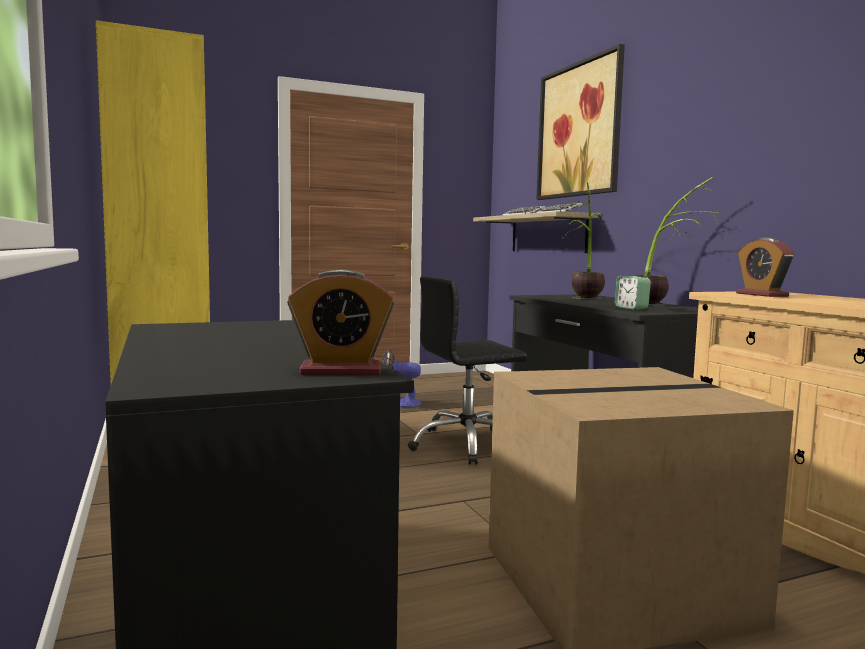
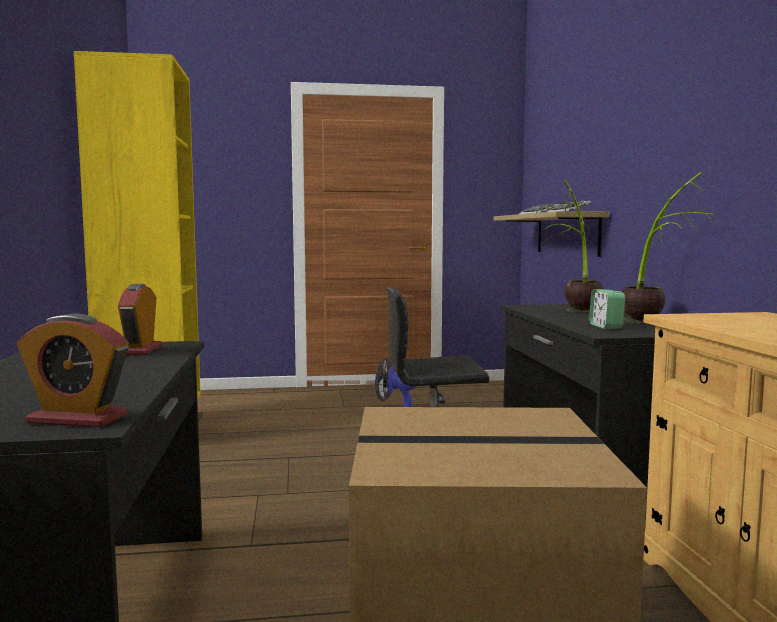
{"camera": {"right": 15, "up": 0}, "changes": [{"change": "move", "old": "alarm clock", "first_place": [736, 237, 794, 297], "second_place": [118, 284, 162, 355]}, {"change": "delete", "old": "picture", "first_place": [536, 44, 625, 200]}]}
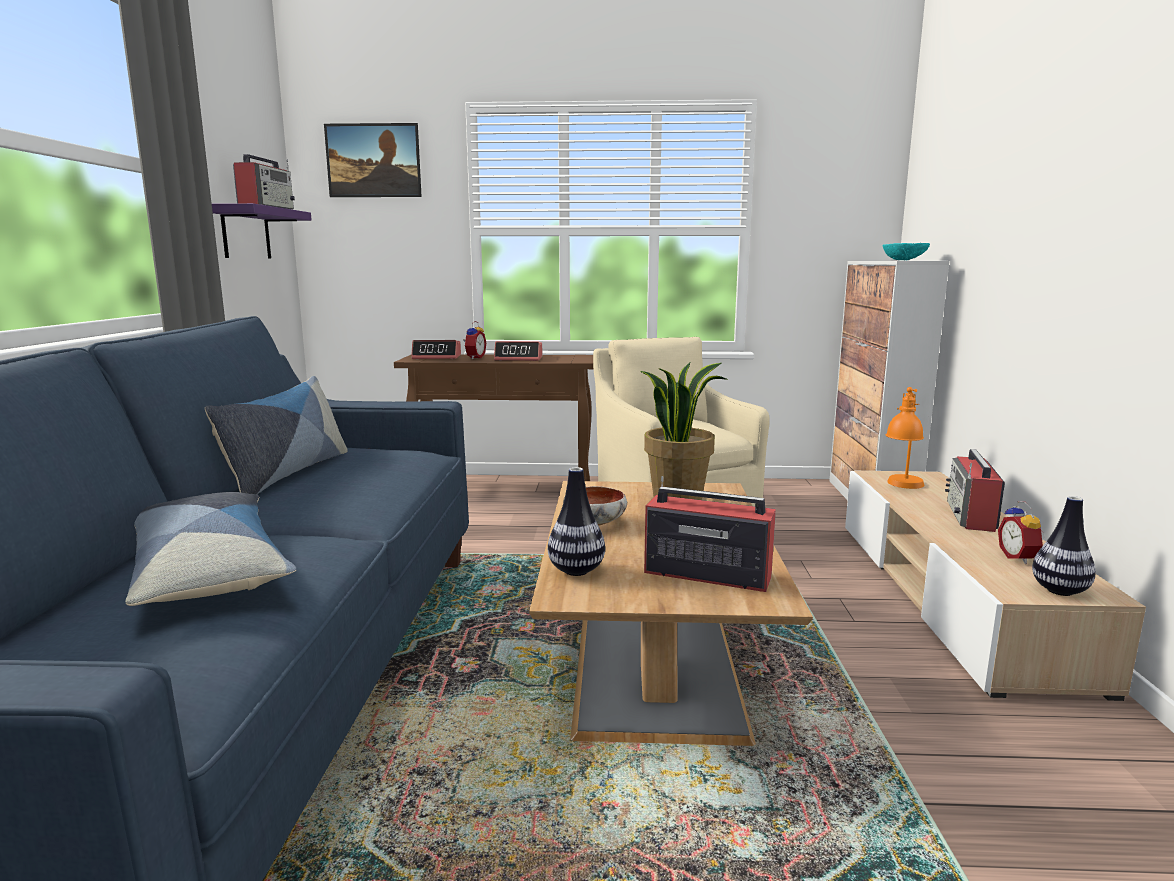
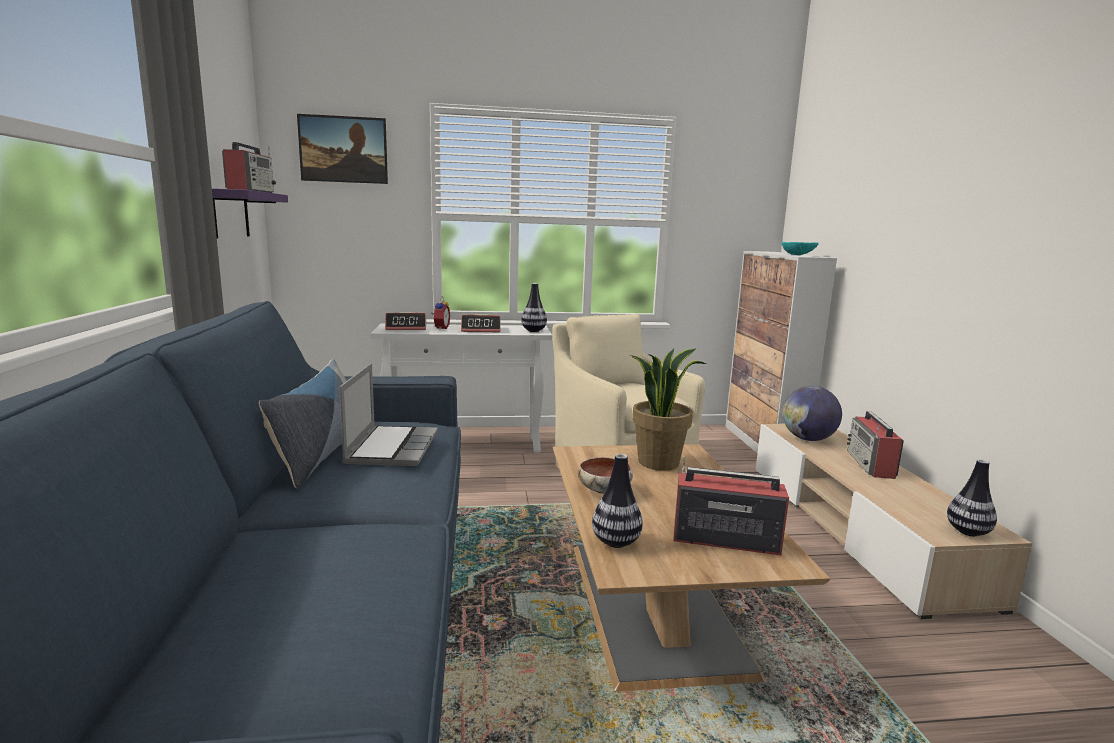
{"camera": {"right": -10, "up": 0}, "changes": [{"change": "insert", "new": "laptop", "second_place": [339, 363, 438, 466]}, {"change": "recolor", "old": "console table (brown)", "new": "console table (white)", "first_place": [394, 354, 593, 481], "second_place": [371, 324, 552, 453]}, {"change": "insert", "new": "vase", "second_place": [521, 283, 547, 332]}, {"change": "replace", "old": "table lamp (orange)", "new": "globe", "first_place": [886, 387, 924, 489], "second_place": [782, 386, 842, 441]}, {"change": "delete", "old": "pillow", "first_place": [125, 492, 296, 606]}, {"change": "delete", "old": "alarm clock", "first_place": [998, 501, 1045, 564]}]}
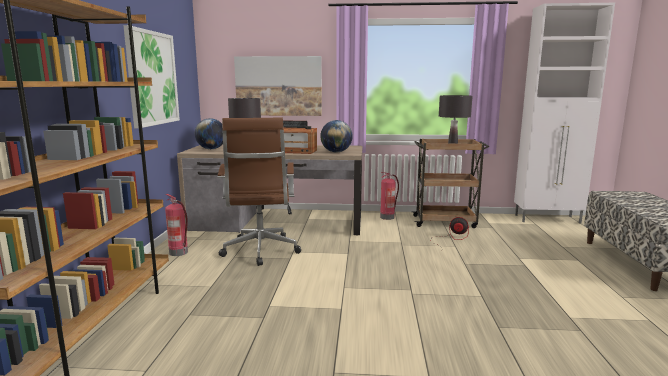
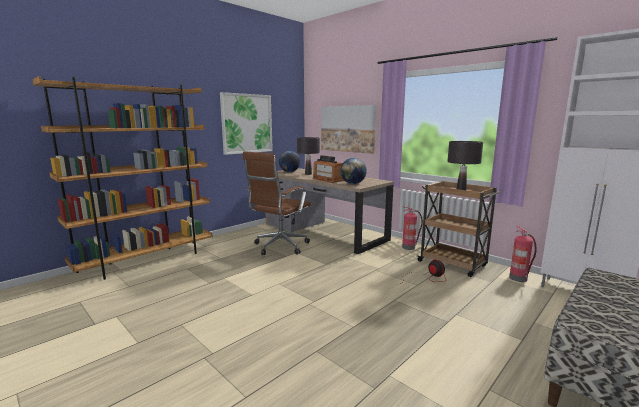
{"camera": {"right": 40, "up": 0}, "changes": [{"change": "move", "old": "fire extinguisher", "first_place": [165, 194, 188, 256], "second_place": [509, 226, 537, 282]}]}
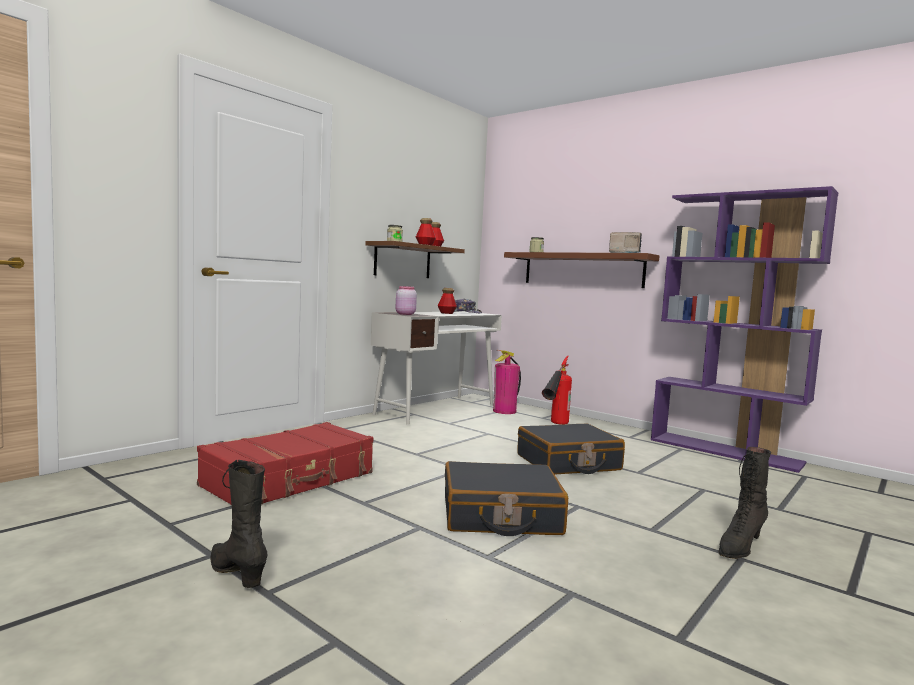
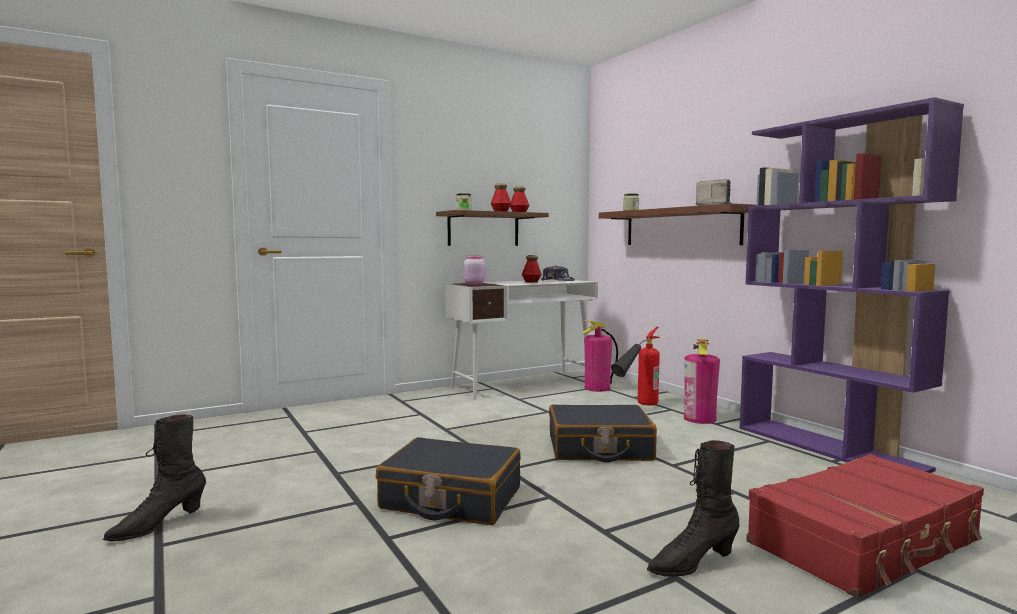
{"camera": {"right": 20, "up": 0}, "changes": [{"change": "rotate", "old": "boot (black)", "first_place": [210, 460, 267, 588], "second_place": [103, 415, 206, 541], "degrees": -120}, {"change": "insert", "new": "fire extinguisher", "second_place": [684, 339, 720, 424]}, {"change": "move", "old": "suitcase (red)", "first_place": [197, 422, 373, 504], "second_place": [746, 454, 984, 598]}]}
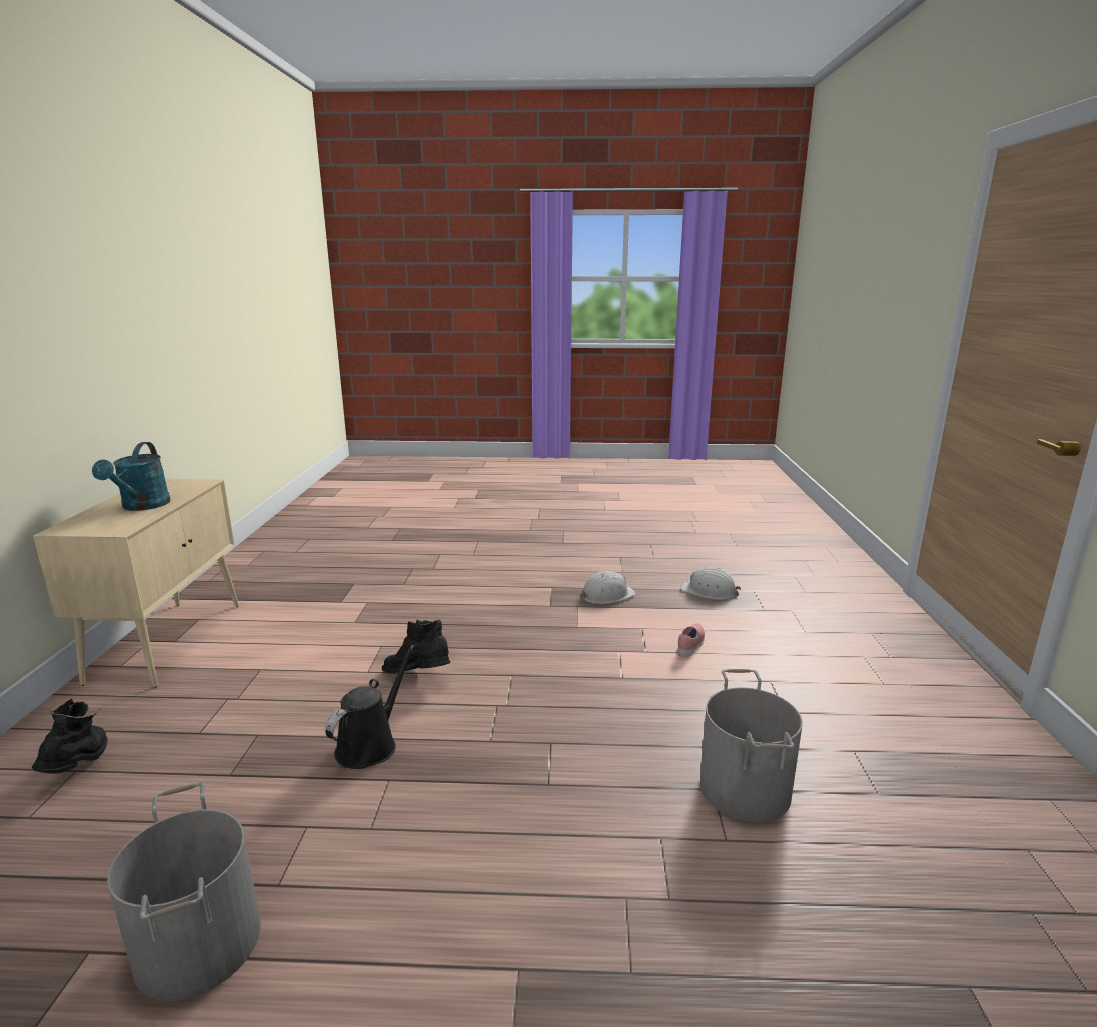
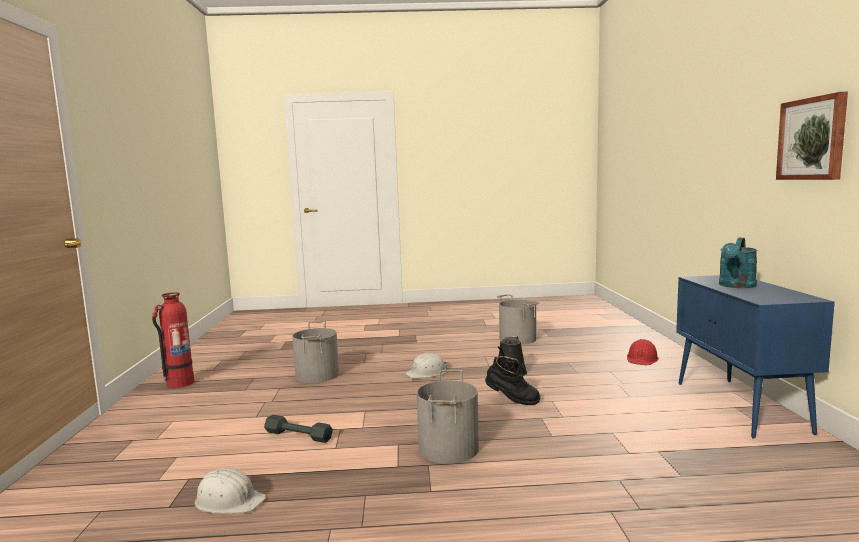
{"camera": {"right": 175, "up": -10}, "changes": [{"change": "insert", "new": "fire extinguisher", "second_place": [152, 292, 194, 388]}, {"change": "replace", "old": "shoe (pink)", "new": "dumbbell (grey)", "first_place": [677, 623, 705, 657], "second_place": [264, 415, 333, 443]}, {"change": "move", "old": "hard hat (white)", "first_place": [581, 571, 636, 604], "second_place": [404, 352, 447, 378]}, {"change": "insert", "new": "bucket (grey)", "second_place": [416, 370, 479, 464]}, {"change": "replace", "old": "boot (black)", "new": "hard hat (red)", "first_place": [32, 699, 108, 774], "second_place": [627, 339, 659, 365]}, {"change": "recolor", "old": "cabinet (beige)", "new": "cabinet (blue)", "first_place": [33, 479, 239, 688], "second_place": [676, 275, 835, 439]}, {"change": "rotate", "old": "watering can (turquoise)", "first_place": [92, 442, 171, 511], "second_place": [719, 238, 758, 288], "degrees": -135}, {"change": "insert", "new": "picture", "second_place": [776, 92, 848, 180]}]}
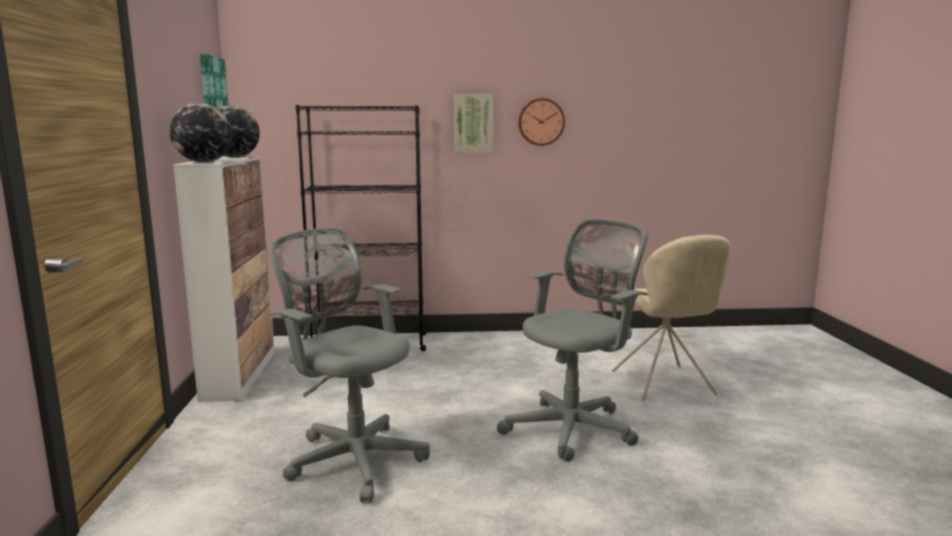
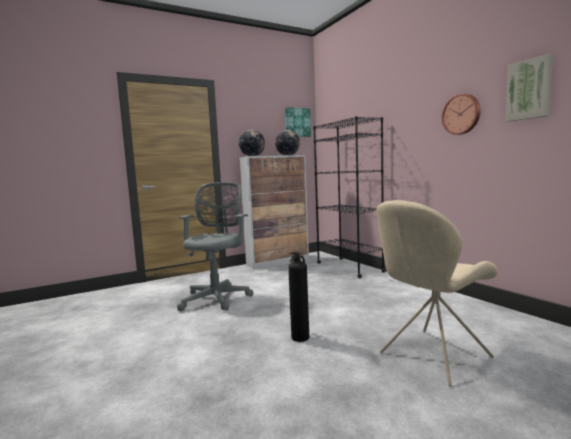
{"camera": {"right": 65, "up": -5}, "changes": [{"change": "replace", "old": "office chair (grey)", "new": "fire extinguisher", "first_place": [497, 218, 649, 462], "second_place": [288, 252, 309, 342]}, {"change": "move", "old": "picture", "first_place": [454, 94, 493, 153], "second_place": [506, 54, 553, 122]}]}
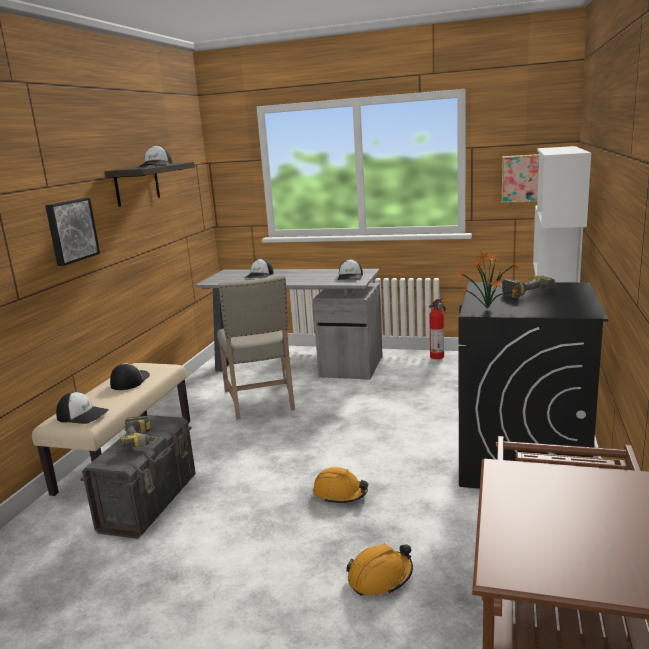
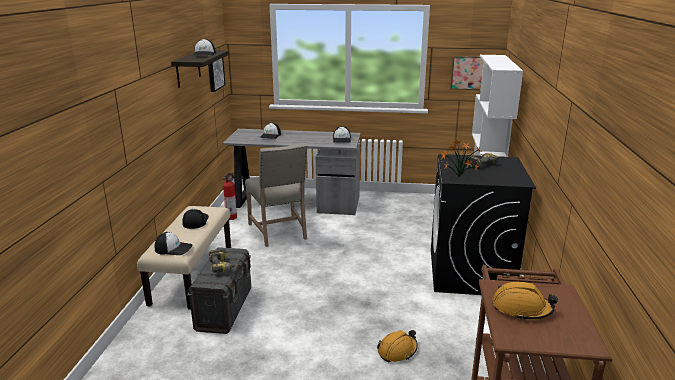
{"camera": {"right": -10, "up": 5}, "changes": [{"change": "move", "old": "picture", "first_place": [45, 198, 100, 266], "second_place": [208, 58, 225, 92]}, {"change": "move", "old": "fire extinguisher", "first_place": [429, 298, 446, 359], "second_place": [222, 172, 237, 220]}, {"change": "move", "old": "hard hat (orange)", "first_place": [313, 467, 368, 504], "second_place": [492, 282, 558, 320]}]}
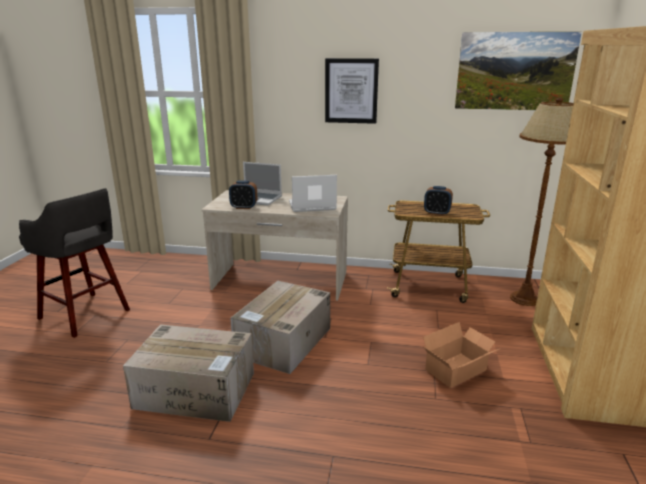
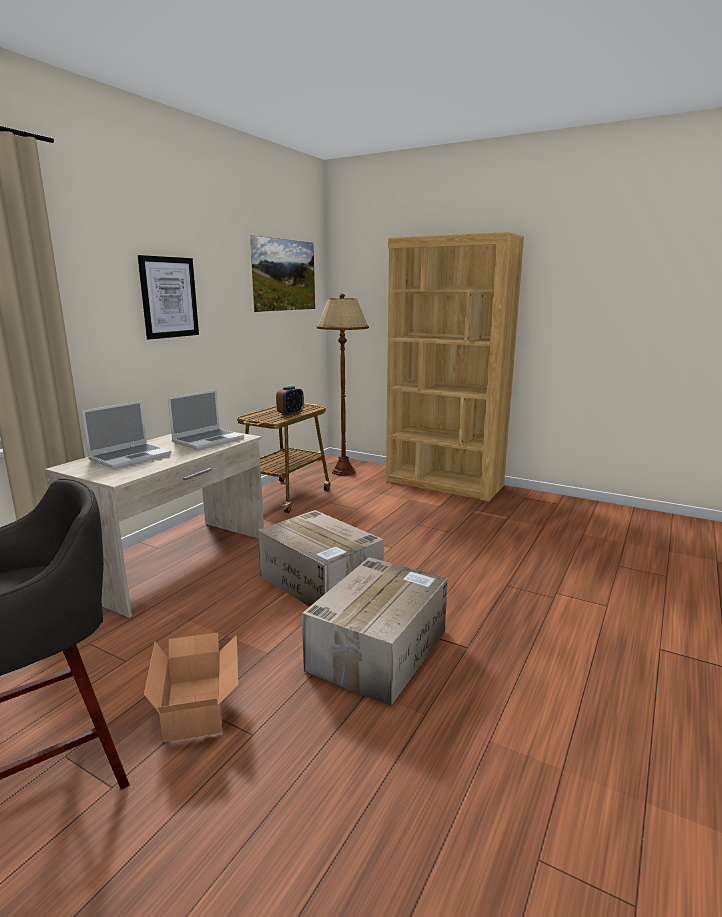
{"camera": {"right": -70, "up": -5}, "changes": [{"change": "move", "old": "cardboard box", "first_place": [423, 322, 499, 388], "second_place": [144, 633, 238, 742]}, {"change": "rotate", "old": "laptop", "first_place": [289, 175, 337, 212], "second_place": [168, 390, 244, 450], "degrees": -150}, {"change": "delete", "old": "alarm clock", "first_place": [229, 180, 257, 209]}]}
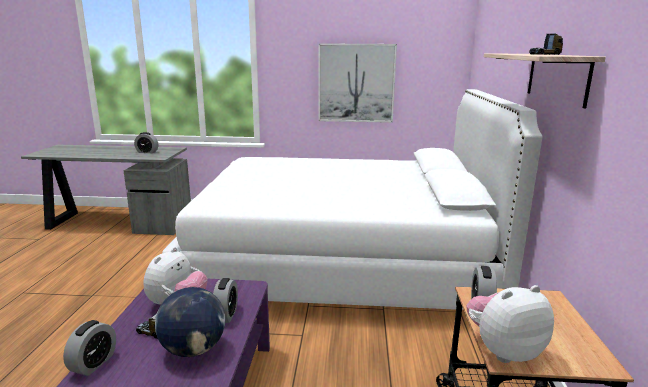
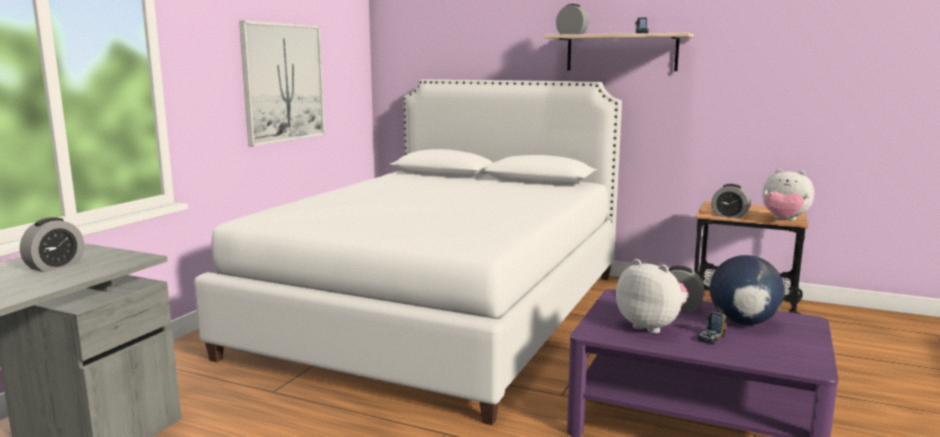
{"camera": {"right": -70, "up": -5}, "changes": [{"change": "move", "old": "alarm clock", "first_place": [63, 320, 116, 376], "second_place": [556, 4, 589, 34]}, {"change": "rotate", "old": "plush toy", "first_place": [466, 285, 554, 363], "second_place": [762, 169, 814, 221], "degrees": -60}]}
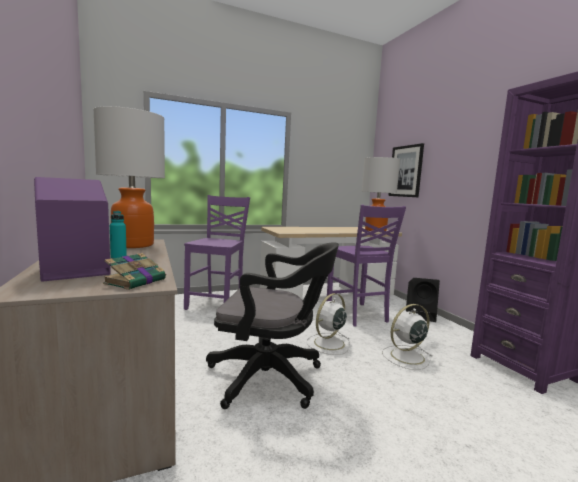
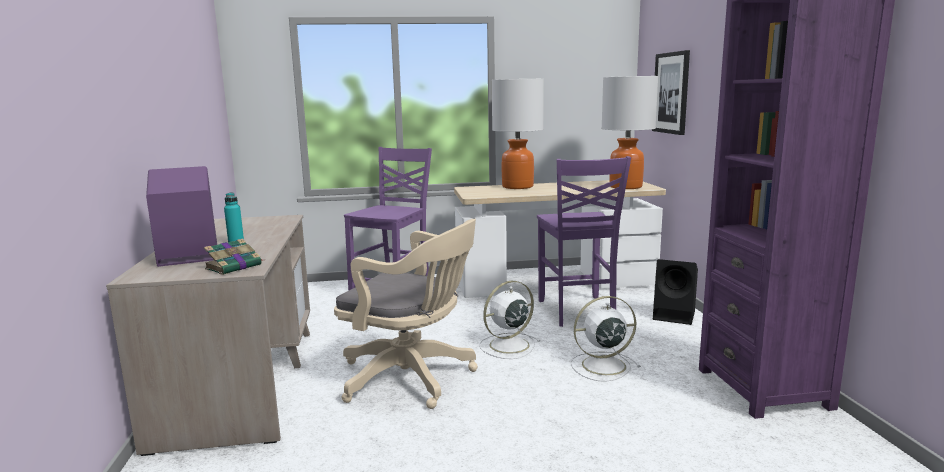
{"camera": {"right": 15, "up": 5}, "changes": [{"change": "recolor", "old": "office chair (black)", "new": "office chair (beige)", "first_place": [206, 243, 339, 409], "second_place": [334, 219, 478, 409]}, {"change": "move", "old": "table lamp", "first_place": [93, 106, 165, 248], "second_place": [492, 79, 544, 189]}]}
